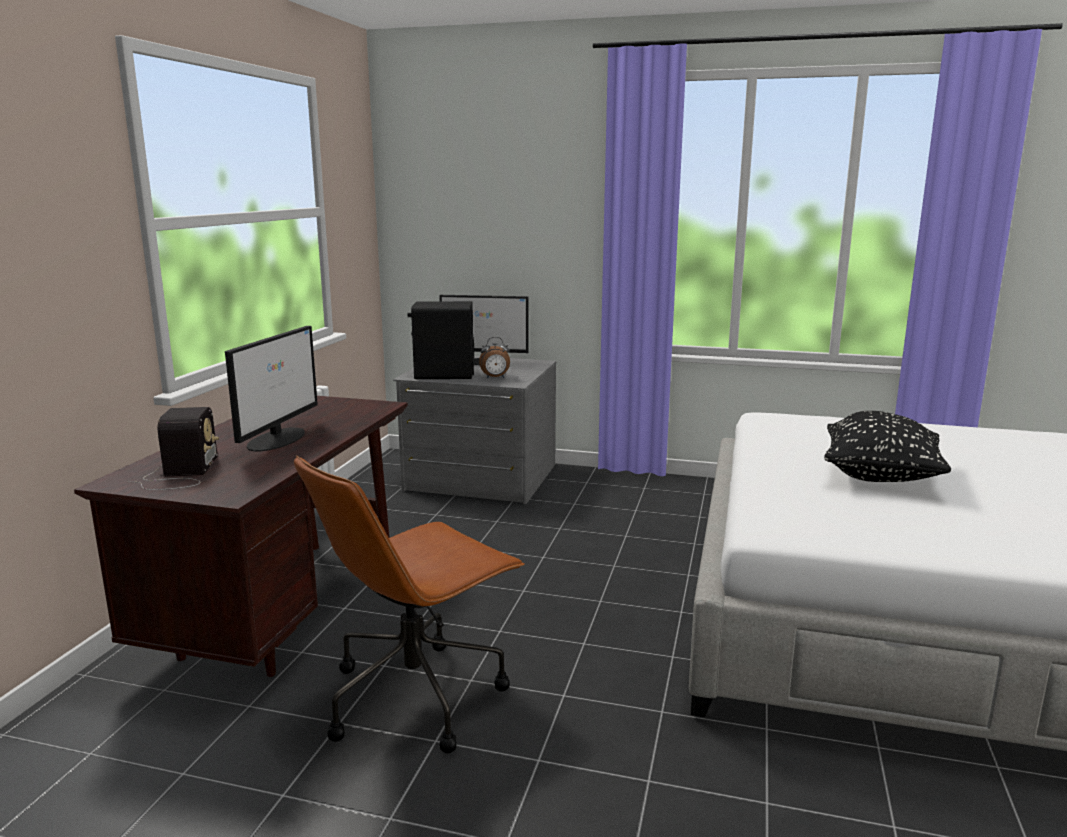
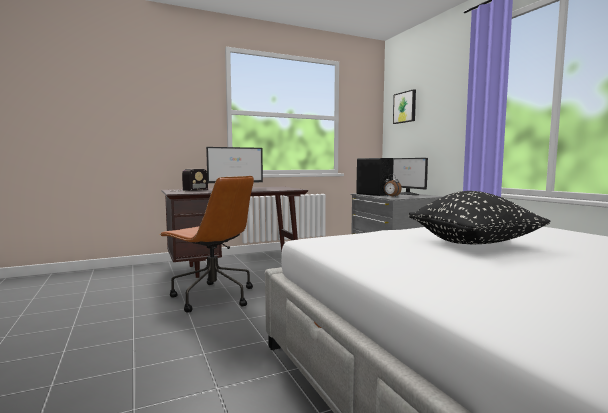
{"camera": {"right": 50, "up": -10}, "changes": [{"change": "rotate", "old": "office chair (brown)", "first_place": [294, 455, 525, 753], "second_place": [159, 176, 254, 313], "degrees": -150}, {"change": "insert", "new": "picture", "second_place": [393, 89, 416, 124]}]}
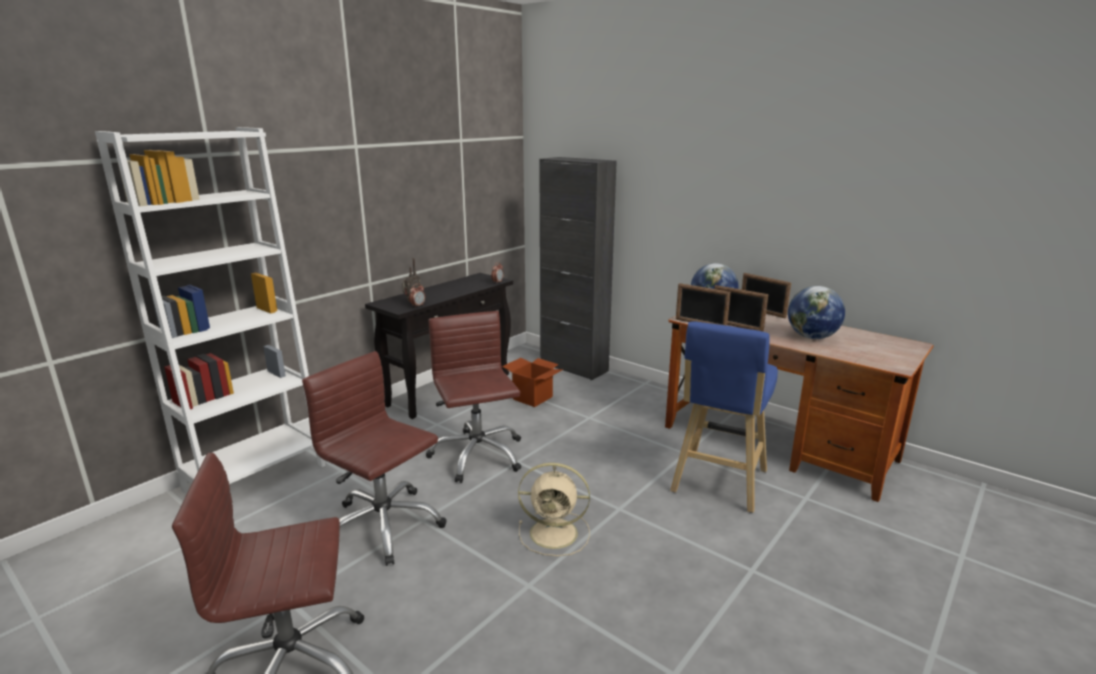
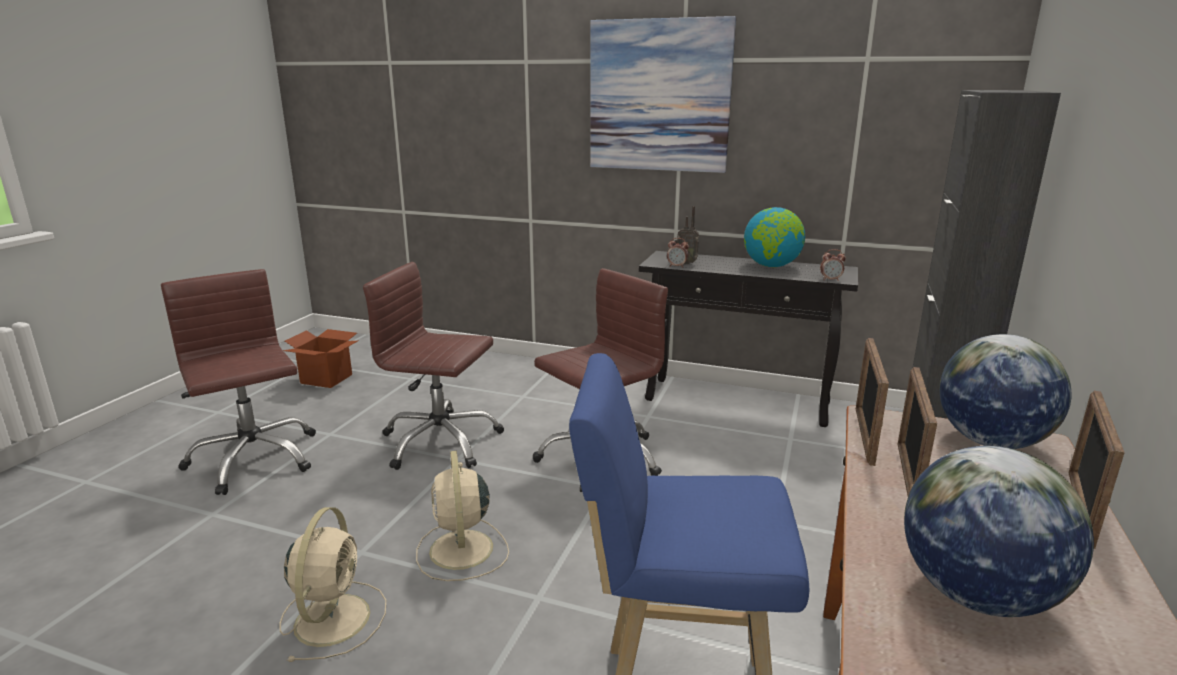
{"camera": {"right": 70, "up": 0}, "changes": [{"change": "insert", "new": "fan (beige)", "second_place": [280, 507, 386, 662]}, {"change": "move", "old": "cardboard box", "first_place": [502, 358, 564, 407], "second_place": [283, 329, 358, 388]}, {"change": "rotate", "old": "office chair (brown)", "first_place": [302, 351, 447, 566], "second_place": [363, 262, 504, 470], "degrees": -90}, {"change": "insert", "new": "picture", "second_place": [590, 16, 736, 173]}, {"change": "insert", "new": "globe", "second_place": [744, 207, 805, 267]}, {"change": "delete", "old": "bookcase (white)", "first_place": [95, 127, 325, 494]}]}
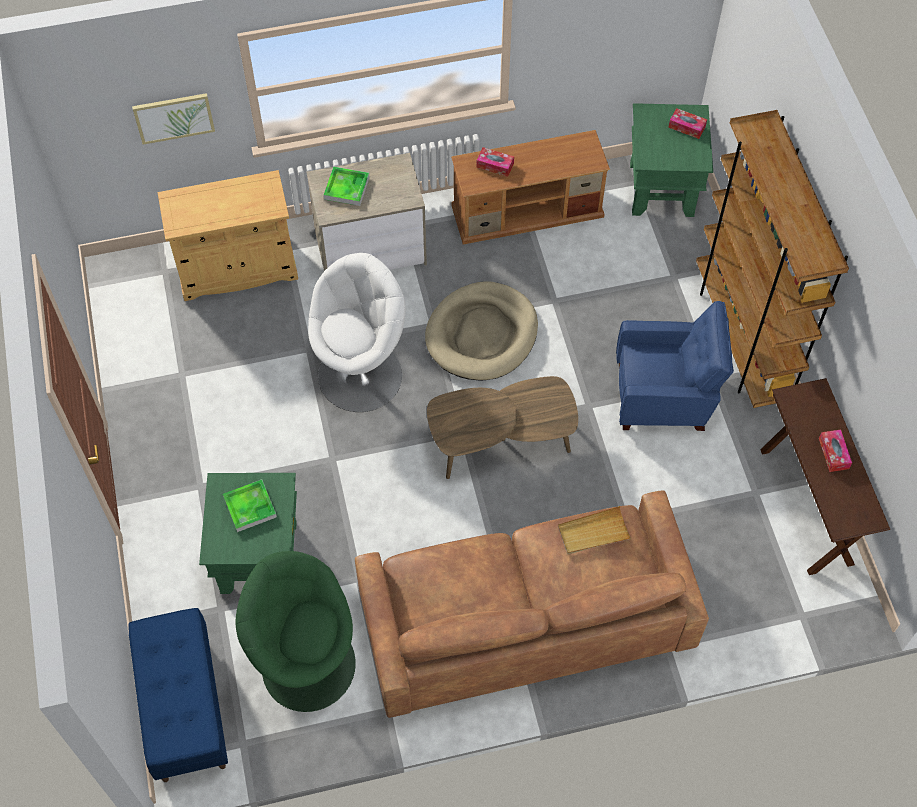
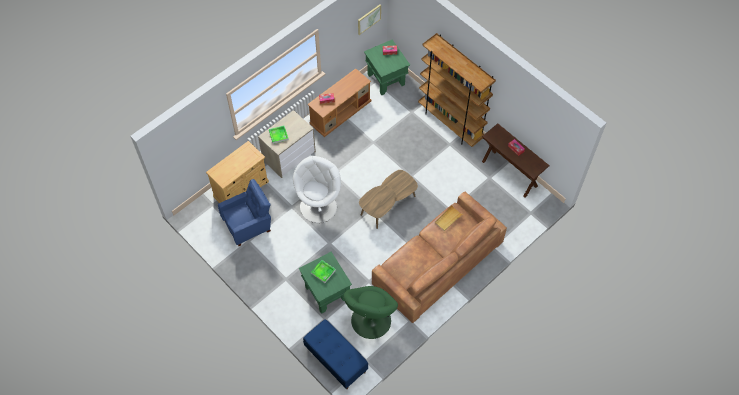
{"camera": {"right": -30, "up": 0}, "changes": [{"change": "move", "old": "armchair (blue)", "first_place": [616, 301, 734, 431], "second_place": [218, 179, 271, 246]}, {"change": "rotate", "old": "armchair (green)", "first_place": [235, 551, 356, 712], "second_place": [344, 286, 398, 339], "degrees": -60}, {"change": "move", "old": "picture", "first_place": [132, 93, 215, 145], "second_place": [358, 4, 381, 35]}, {"change": "delete", "old": "dog bed (beige)", "first_place": [425, 281, 538, 381]}]}
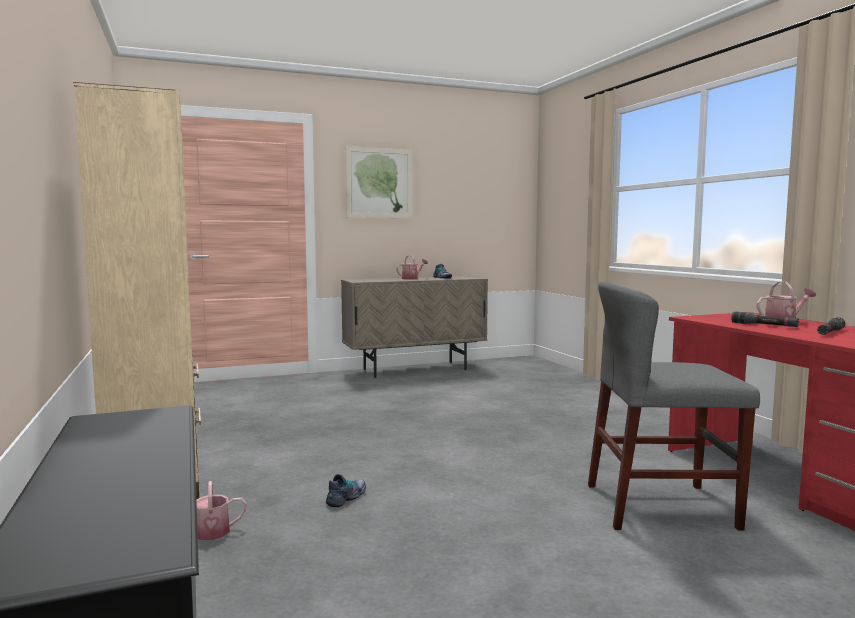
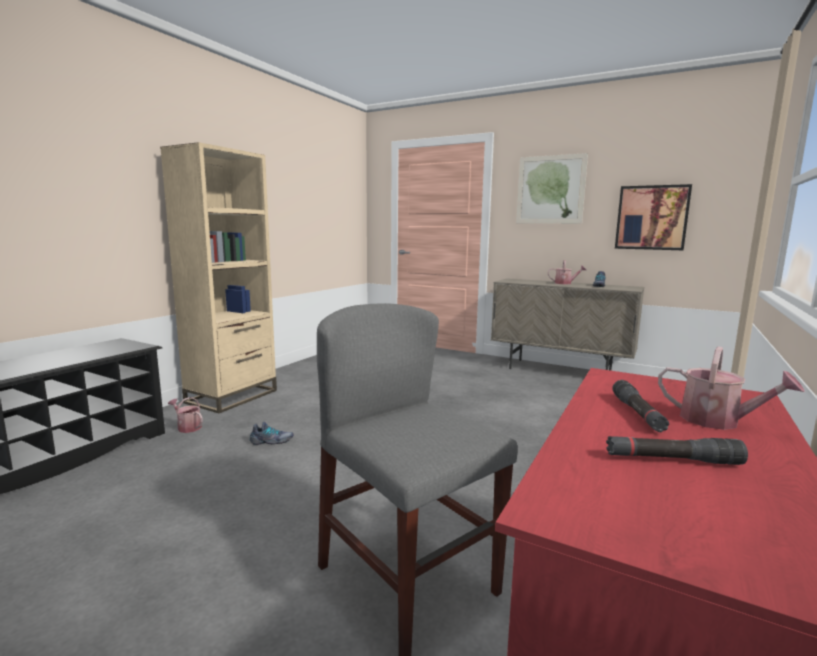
{"camera": {"right": 50, "up": 5}, "changes": [{"change": "insert", "new": "picture", "second_place": [615, 184, 692, 250]}]}
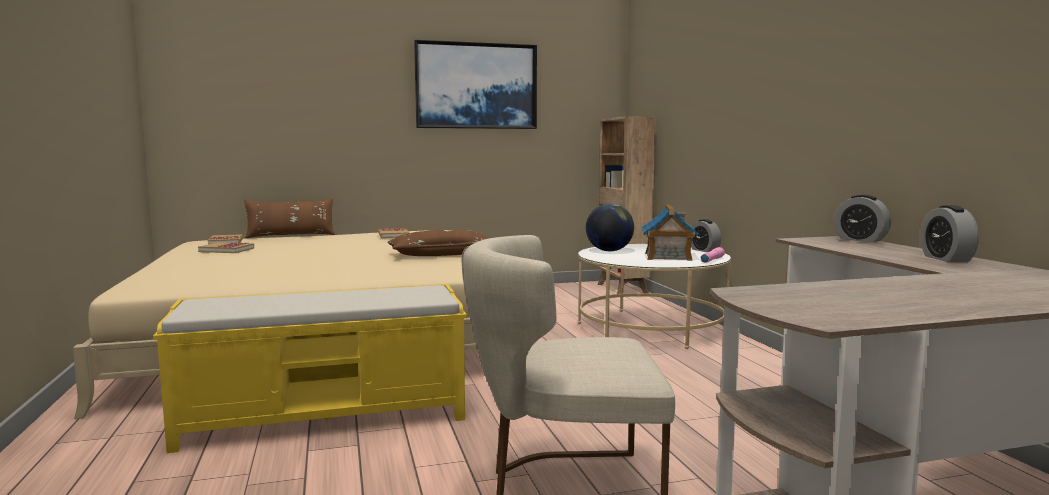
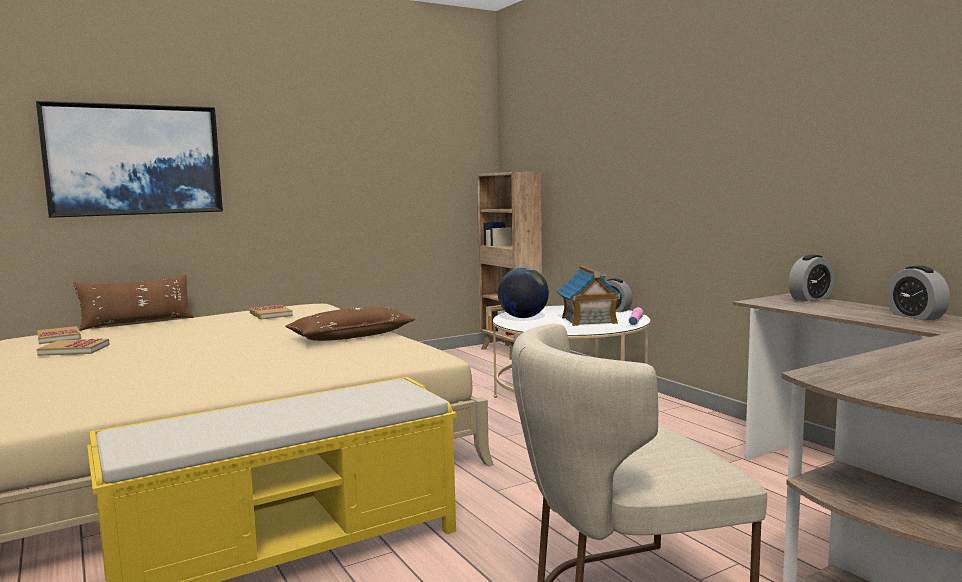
{"camera": {"right": -15, "up": 0}, "changes": [{"change": "move", "old": "picture", "first_place": [414, 40, 537, 129], "second_place": [36, 101, 223, 218]}, {"change": "rotate", "old": "alarm clock", "first_place": [834, 195, 891, 242], "second_place": [788, 255, 835, 301], "degrees": -60}]}
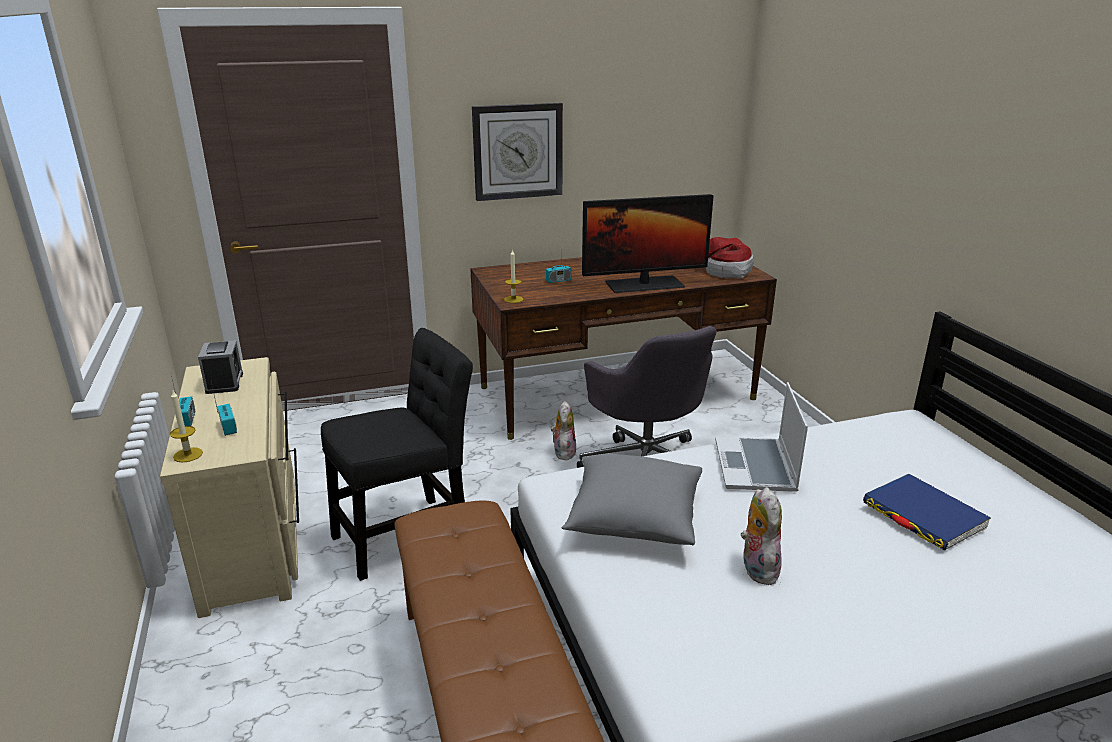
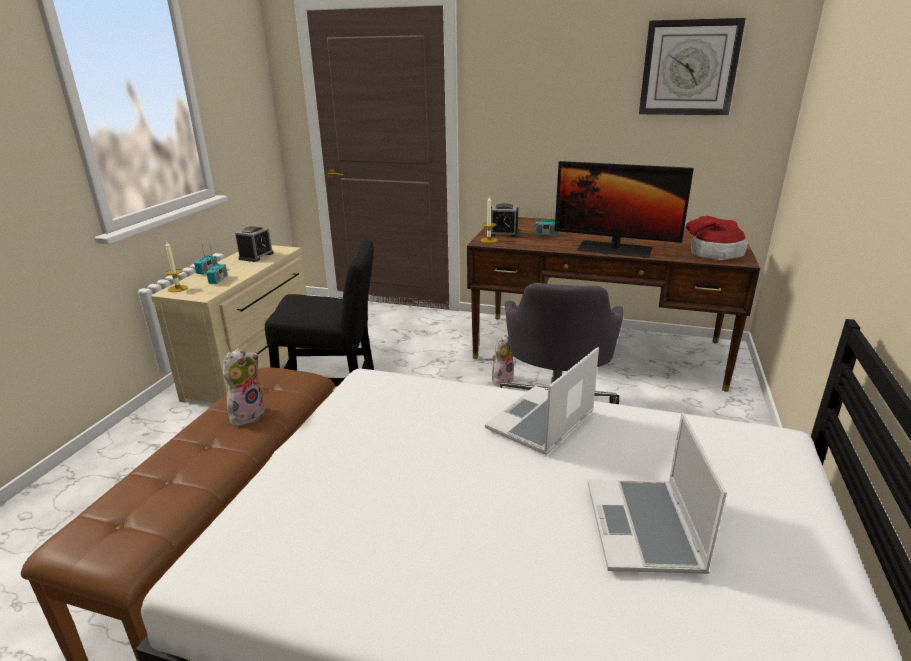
{"camera": {"right": 35, "up": 0}, "changes": [{"change": "move", "old": "plush toy", "first_place": [741, 487, 782, 585], "second_place": [223, 348, 265, 427]}, {"change": "insert", "new": "alarm clock", "second_place": [491, 203, 519, 237]}, {"change": "replace", "old": "book (blue)", "new": "laptop", "first_place": [863, 473, 991, 551], "second_place": [587, 412, 727, 574]}, {"change": "move", "old": "wall clock", "first_place": [472, 103, 563, 201], "second_place": [639, 18, 746, 115]}, {"change": "delete", "old": "pillow (grey)", "first_place": [561, 454, 702, 545]}]}
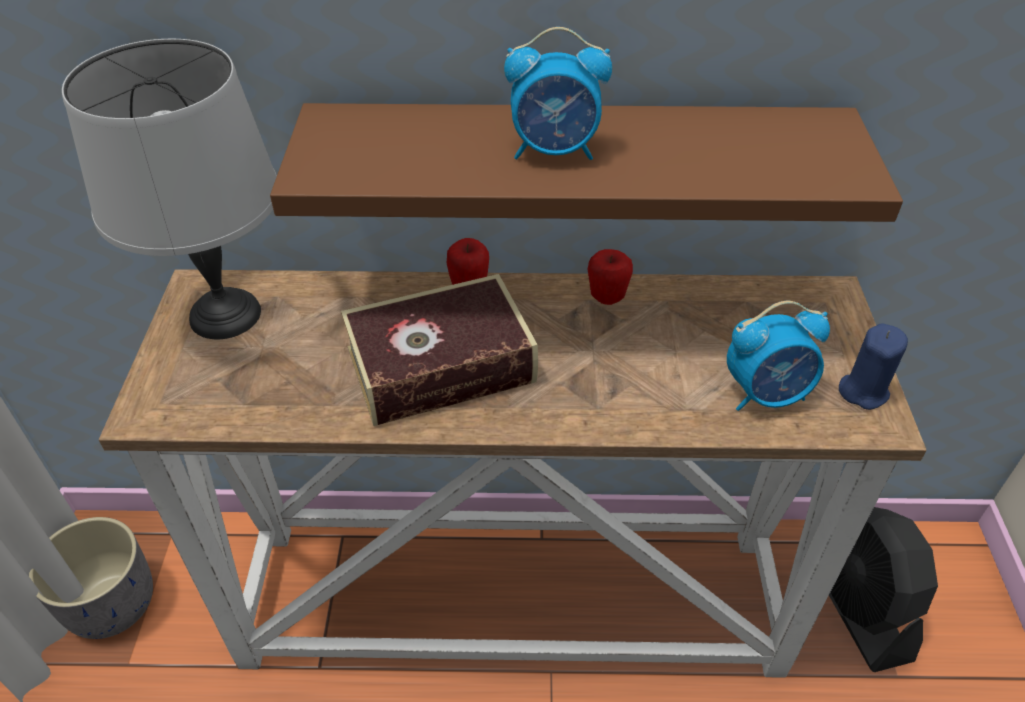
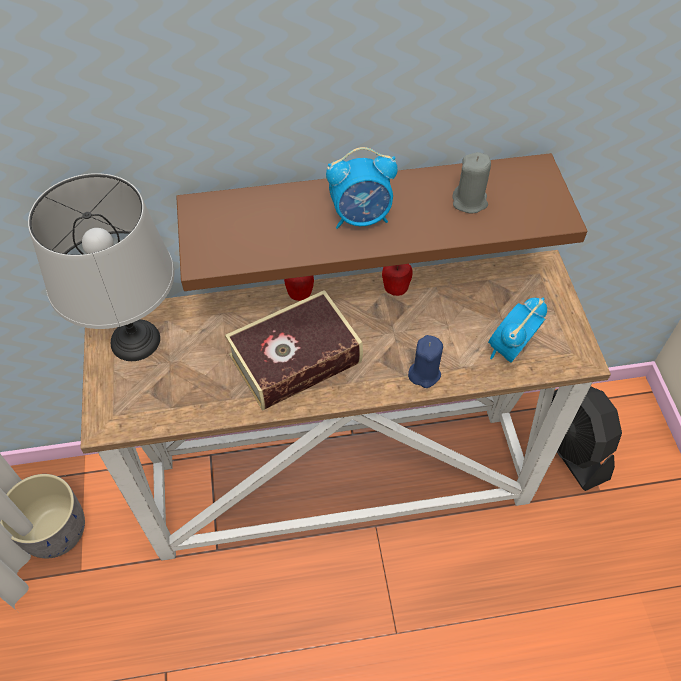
{"camera": {"right": -10, "up": 10}, "changes": [{"change": "move", "old": "candle (blue)", "first_place": [839, 323, 908, 410], "second_place": [408, 335, 443, 388]}, {"change": "insert", "new": "candle (grey)", "second_place": [452, 152, 491, 213]}, {"change": "rotate", "old": "alarm clock", "first_place": [727, 301, 830, 411], "second_place": [488, 298, 547, 363], "degrees": 150}]}
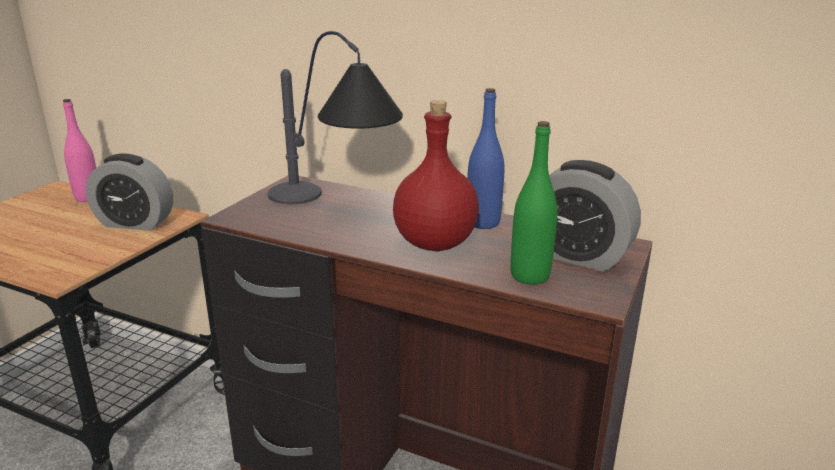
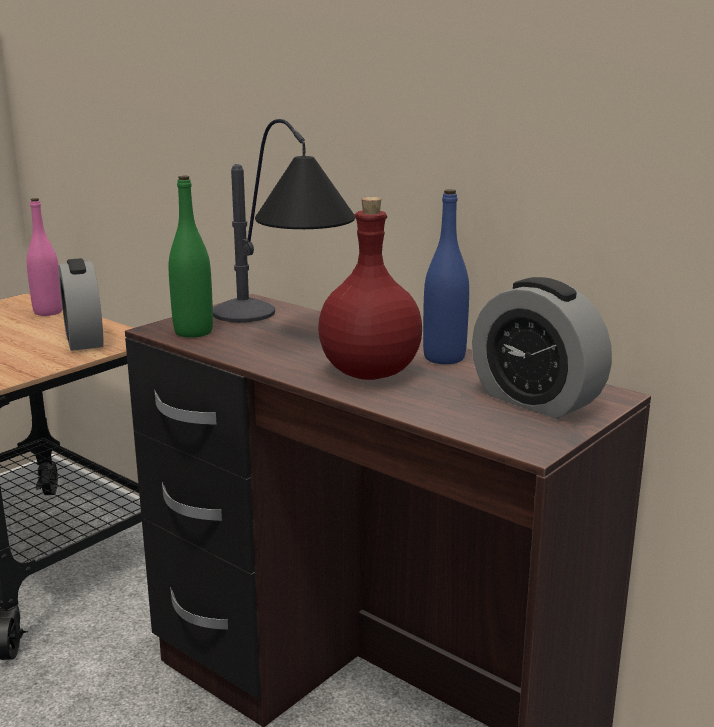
{"camera": {"right": 15, "up": -5}, "changes": [{"change": "rotate", "old": "alarm clock", "first_place": [86, 153, 173, 231], "second_place": [59, 258, 103, 351], "degrees": 45}, {"change": "move", "old": "bottle (green)", "first_place": [511, 121, 557, 284], "second_place": [169, 176, 213, 338]}]}
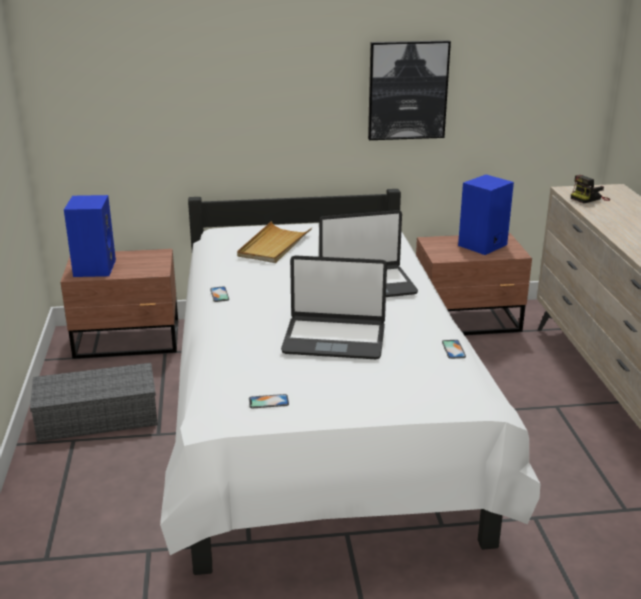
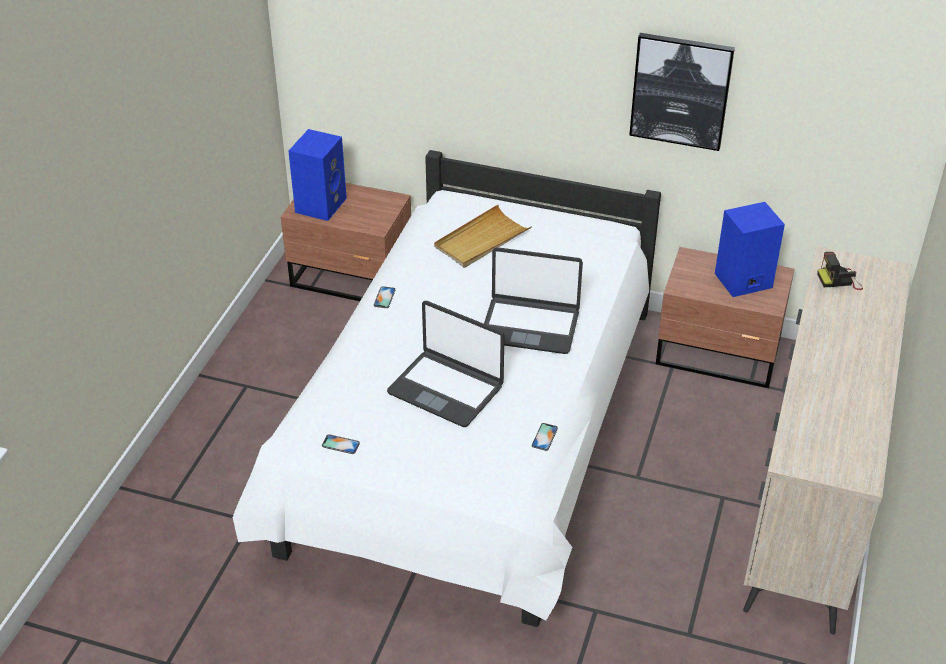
{"camera": {"right": 25, "up": 15}, "changes": [{"change": "delete", "old": "storage box (grey)", "first_place": [30, 363, 158, 442]}]}
